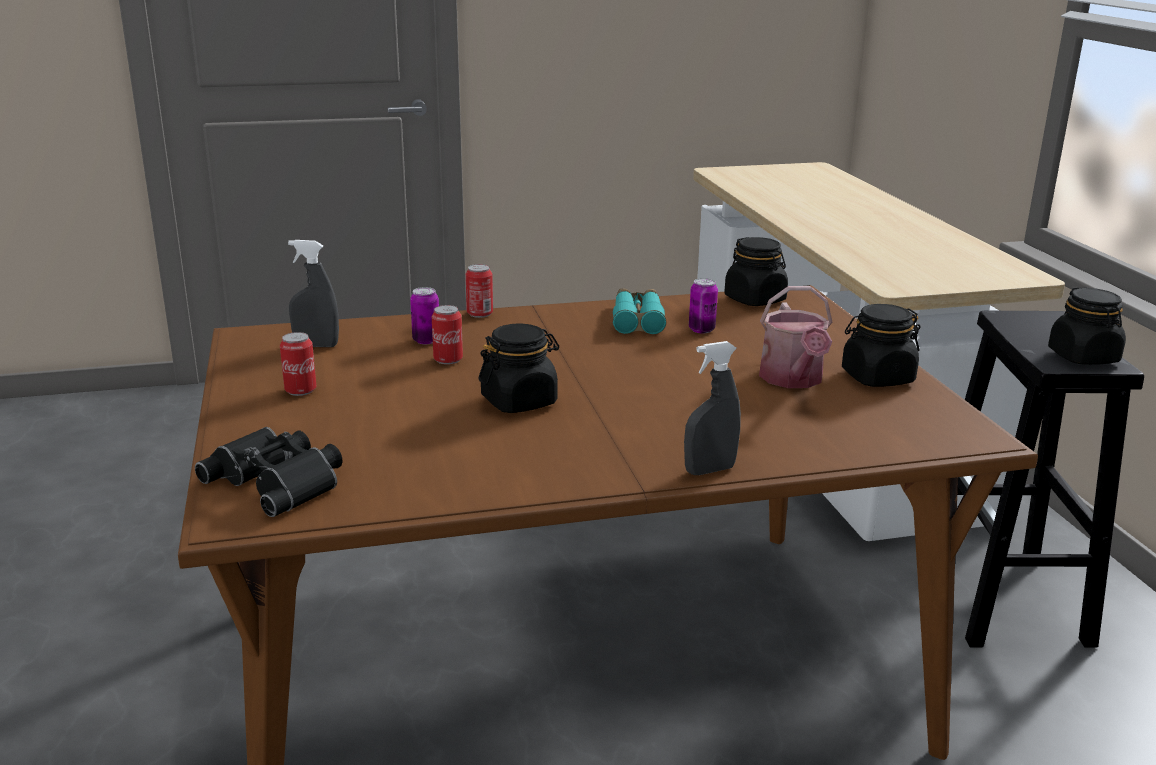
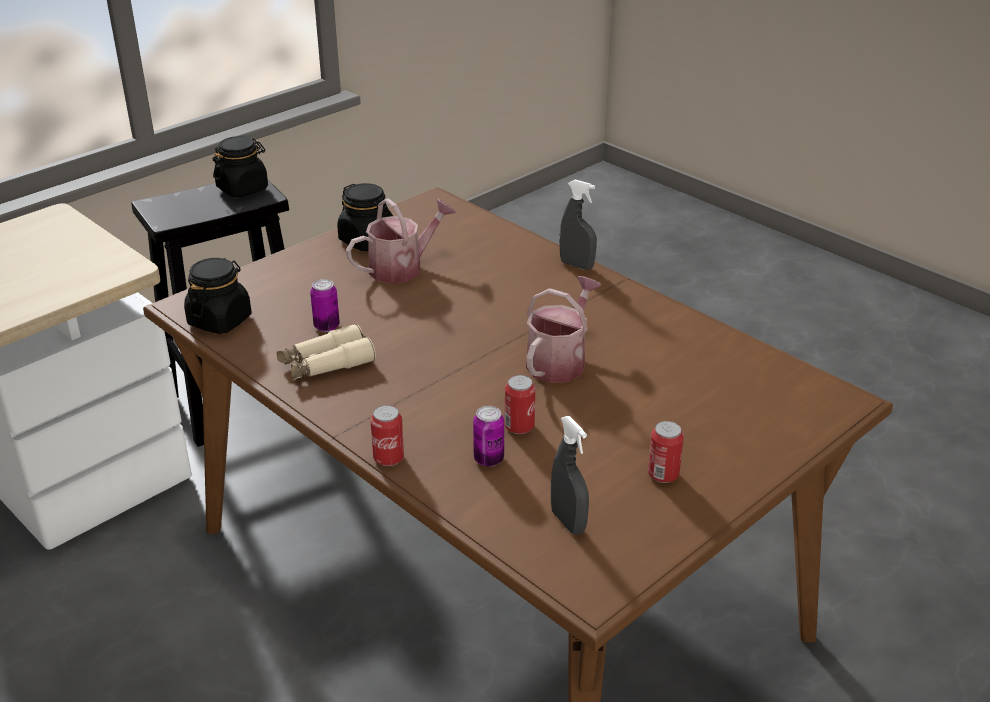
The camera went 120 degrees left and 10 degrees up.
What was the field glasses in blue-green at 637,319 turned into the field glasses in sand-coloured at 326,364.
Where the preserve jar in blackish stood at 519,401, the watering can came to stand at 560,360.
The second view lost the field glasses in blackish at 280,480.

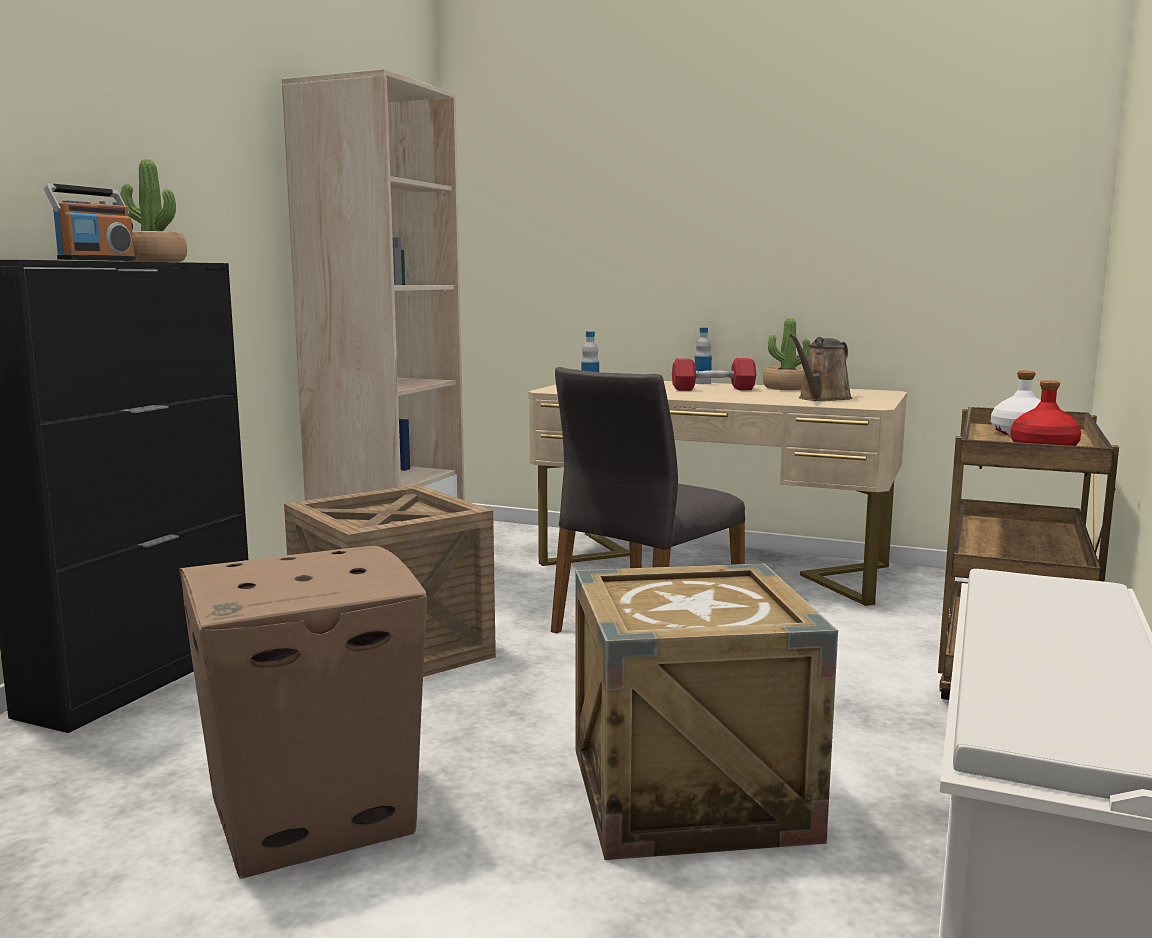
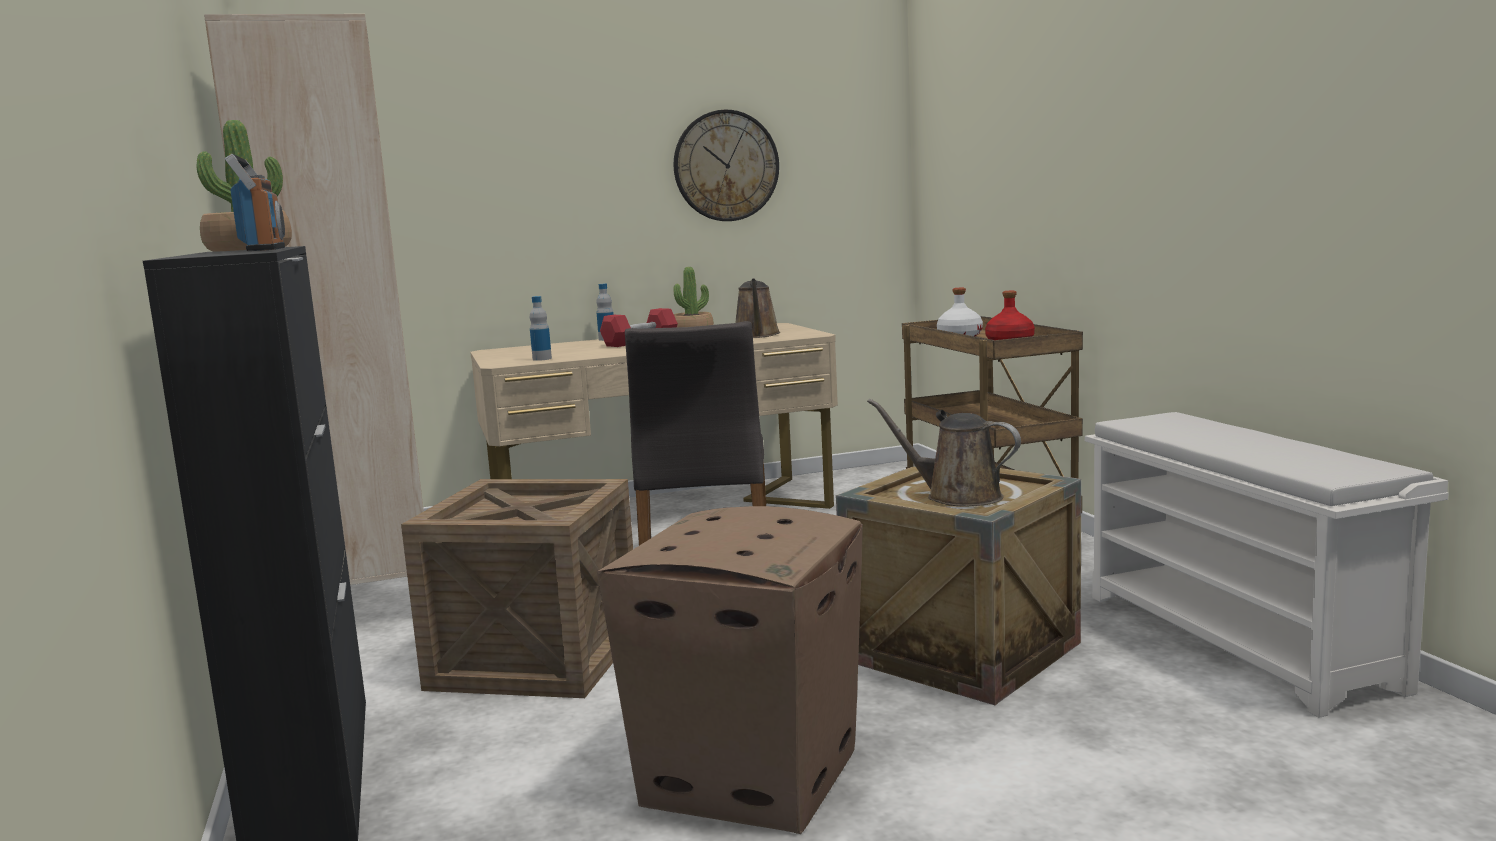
The camera went 40 degrees left and 0 degrees up.
The second view gained the wall clock at 726,166.
The second view gained the watering can in brown-coloured at 956,496.

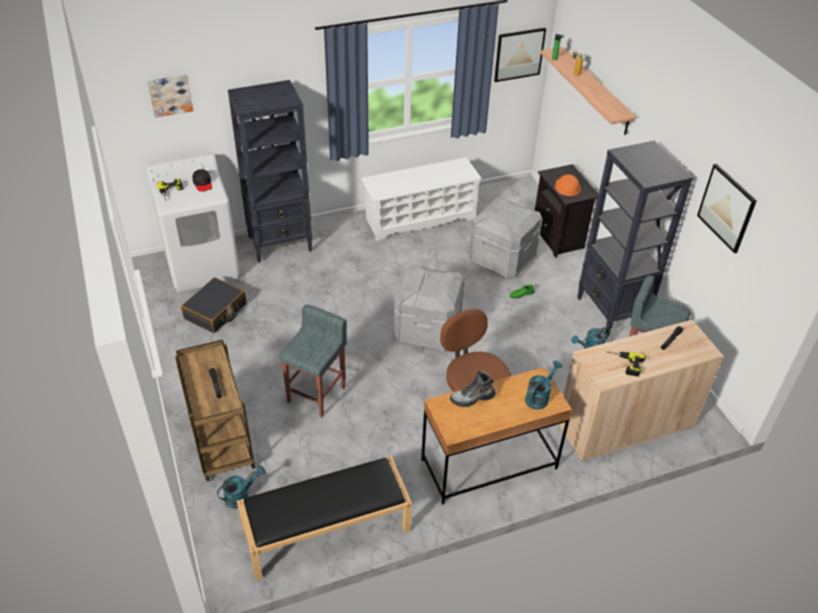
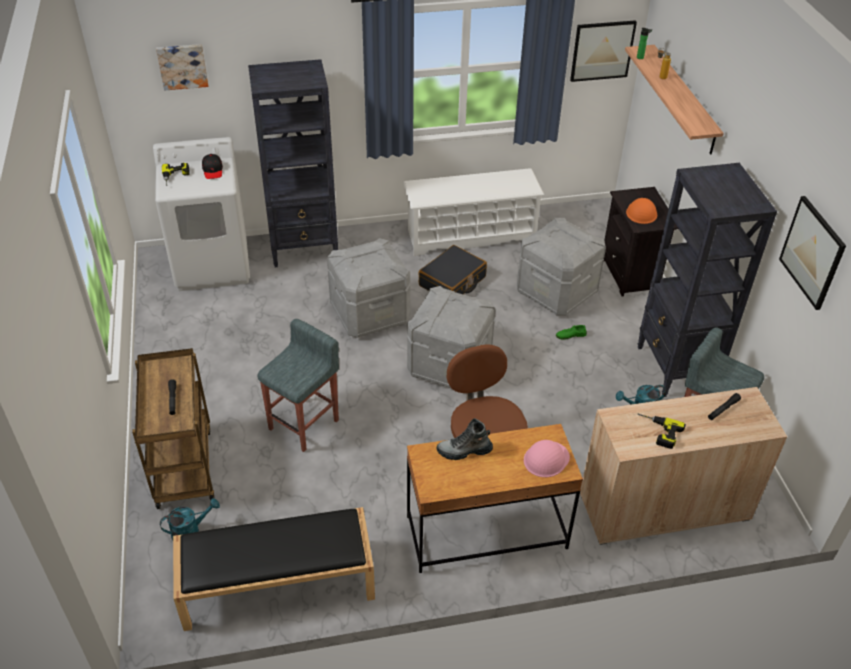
The camera went 10 degrees right and 0 degrees up.
The travel case in blackish ended up elsewhere, having gone from 215,312 to 452,281.
Where the watering can in blue-green stood at 539,397, the hard hat in pinkish came to stand at 546,459.
The second view gained the storage box in gray at 370,313.

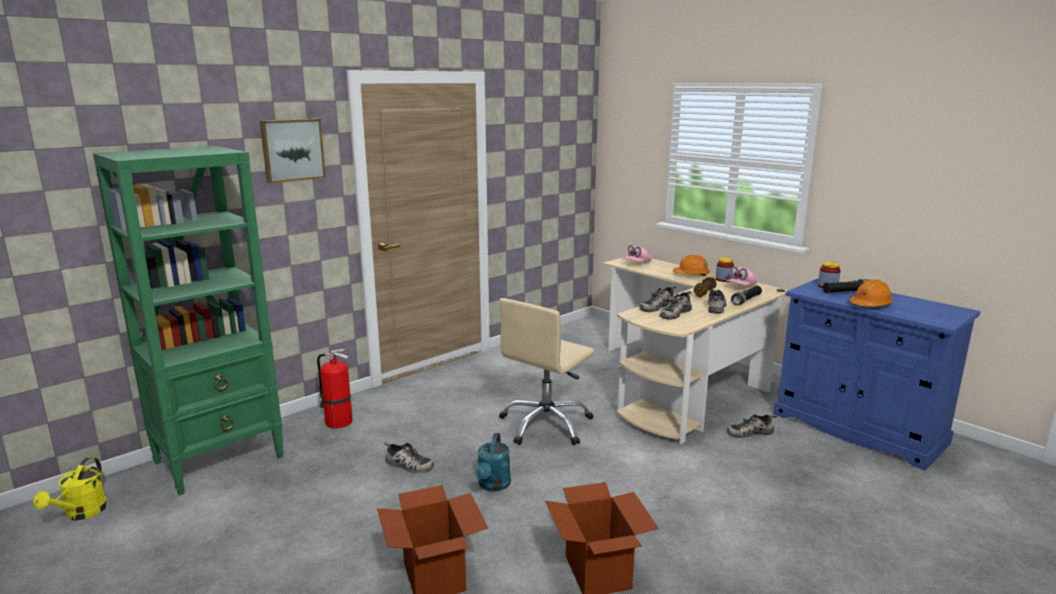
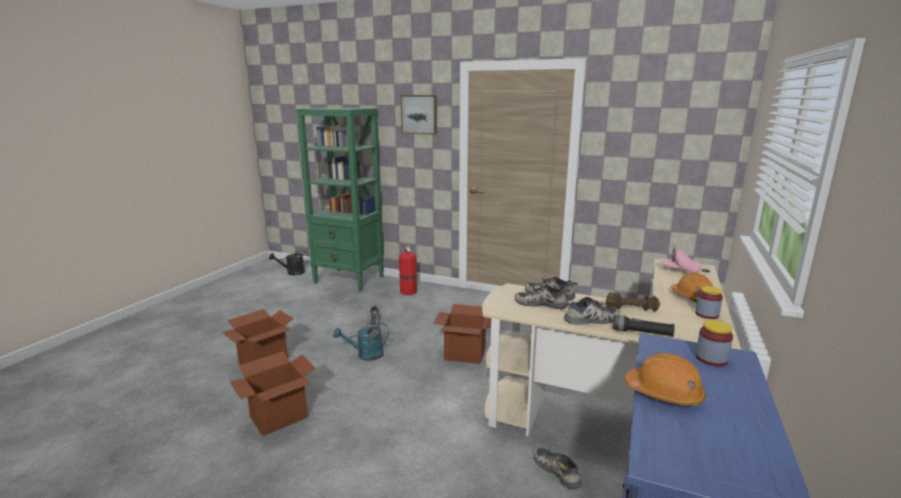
The camera went 65 degrees right and 0 degrees up.
The second view lost the peaked cap in pinkish at 741,287.
The second view lost the flashlight in blackish at 846,292.
Where the desk chair in sand-coloured stood at 546,425, the carton came to stand at 464,354.
What was the watering can in yellowish at 82,514 turned into the watering can in blackish at 292,273.

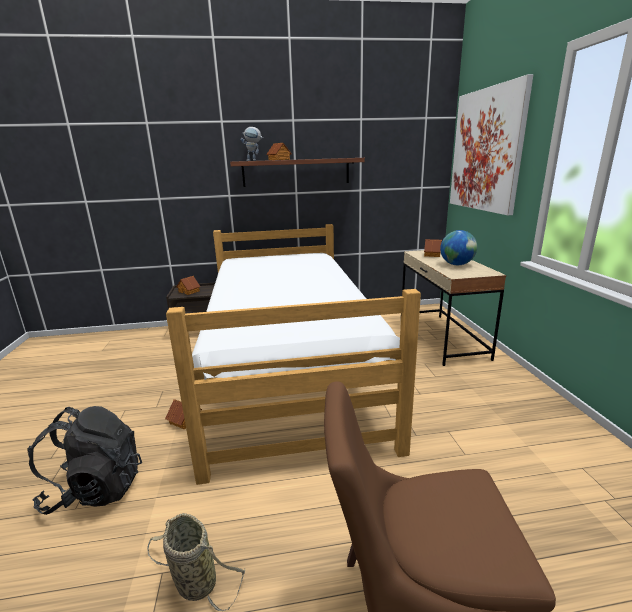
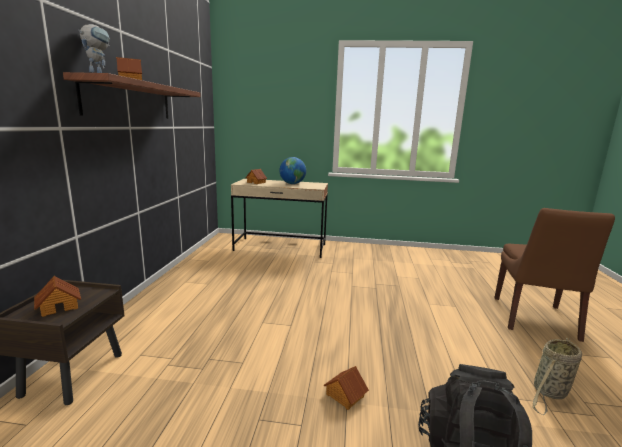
The camera went 75 degrees left and 5 degrees down.
The second view lost the wall art at 486,150.
The second view lost the sleeping bed at 289,368.

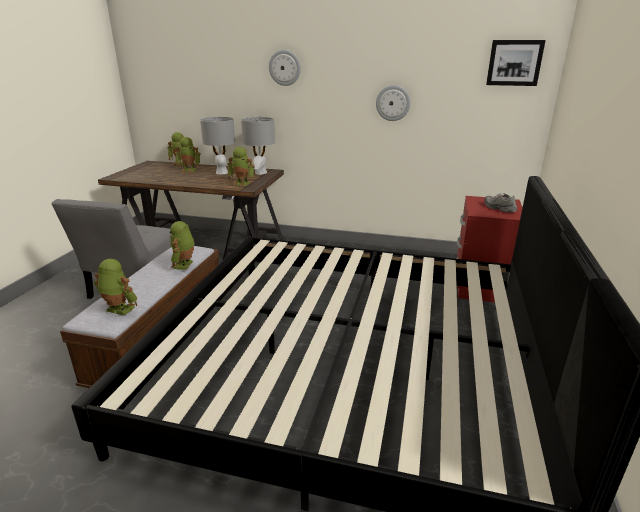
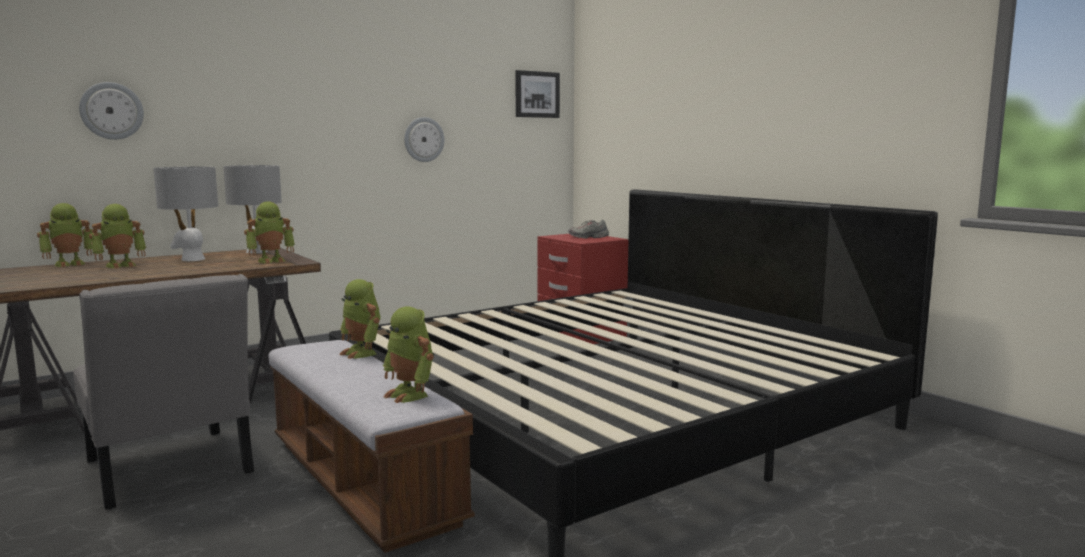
The camera went 50 degrees left and 15 degrees down.
The wall clock ended up elsewhere, having gone from 285,68 to 111,111.
The toy robot at 118,310 ended up facing another way, 105 degrees counterclockwise from before.

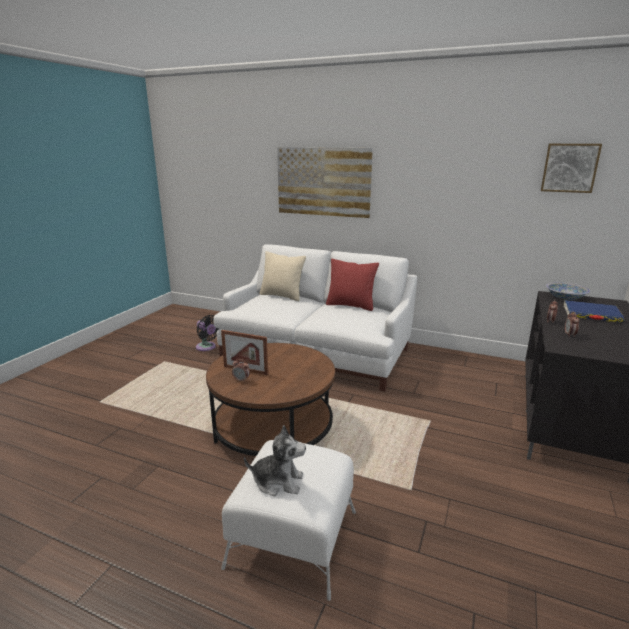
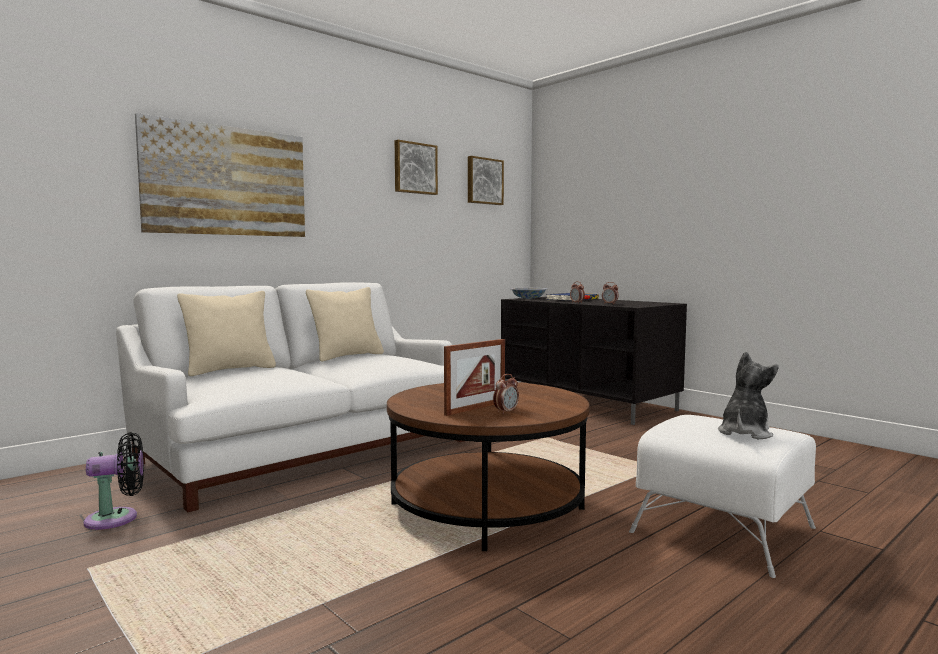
The camera went 65 degrees left and 15 degrees down.
What was the cushion in reddish at 351,305 turned into the cushion in sand-coloured at 347,356.
The second view gained the wall art at 414,168.

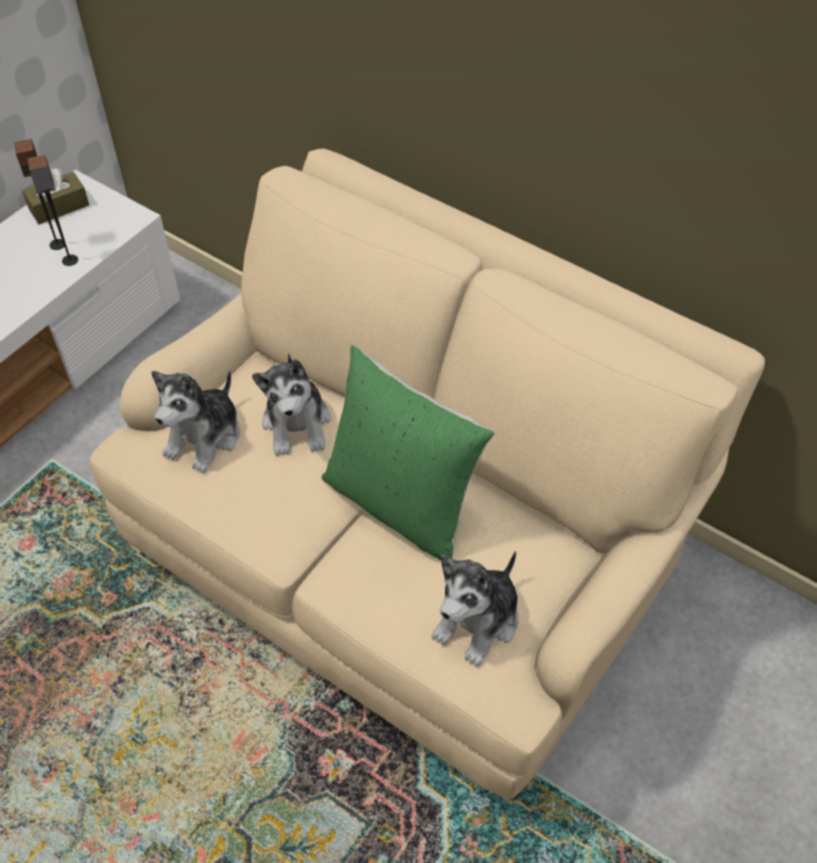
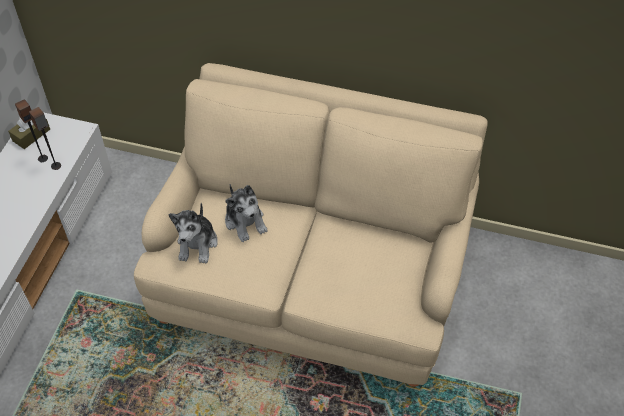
The camera went 20 degrees left and 0 degrees up.
The second view lost the cushion in green at 402,503.
The second view lost the cuddly toy at 478,621.

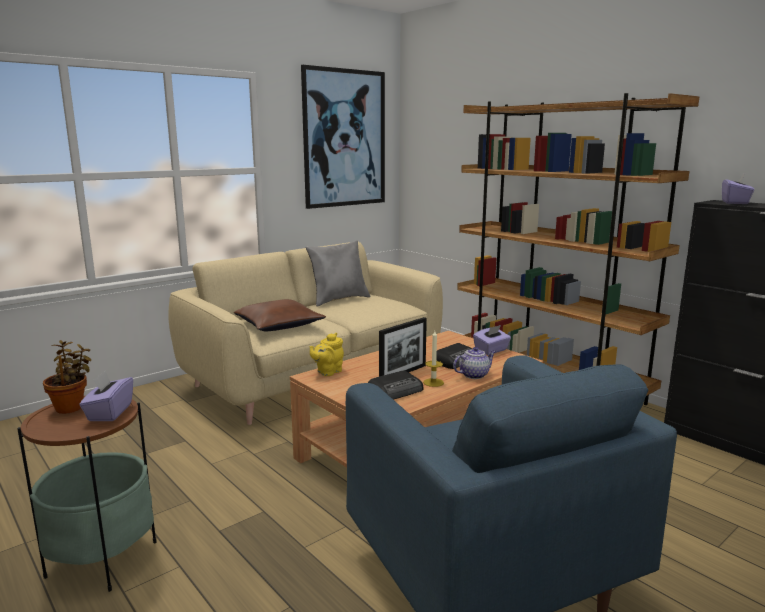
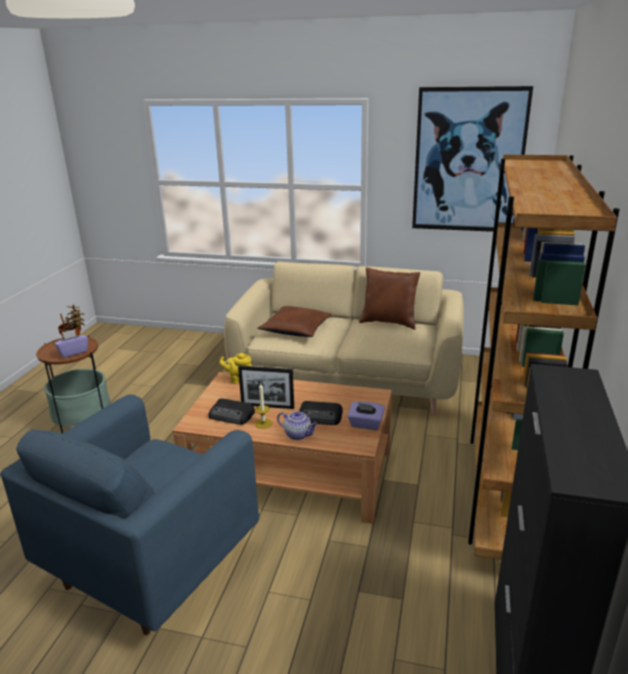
The camera went 55 degrees right and 10 degrees up.
The second view lost the tissue holder in purplish at 735,203.
What was the cushion in gray at 339,299 turned into the cushion in brown-coloured at 389,322.

